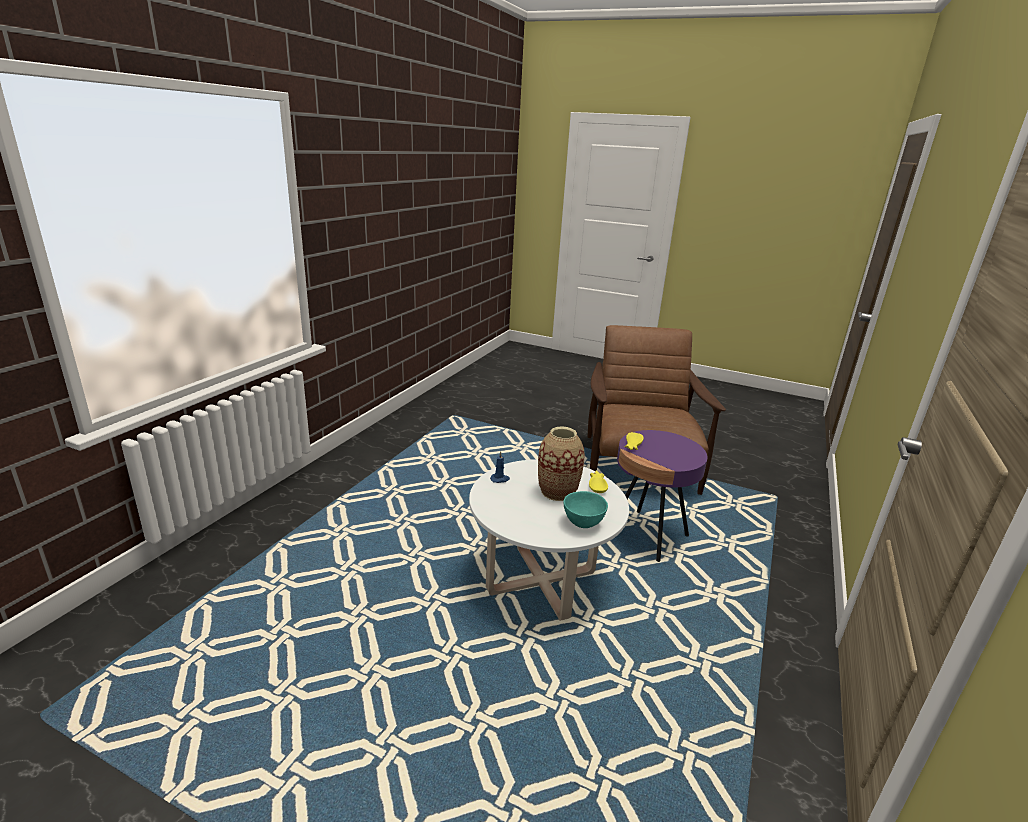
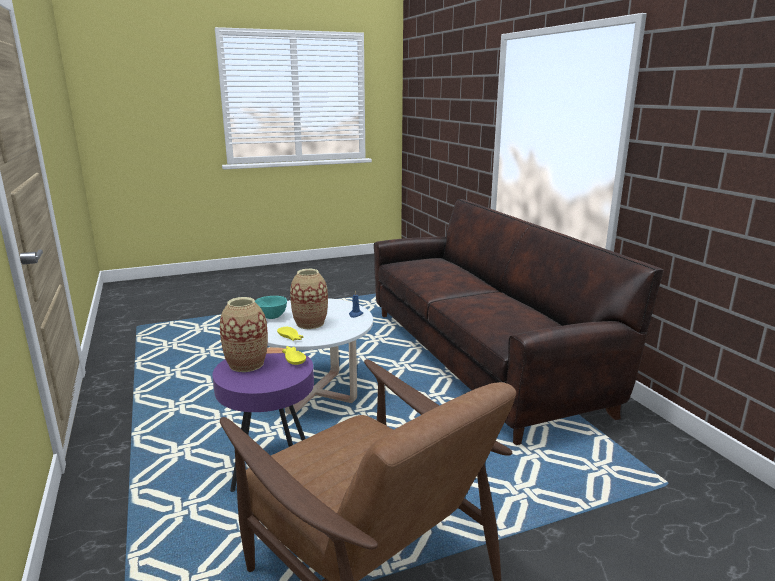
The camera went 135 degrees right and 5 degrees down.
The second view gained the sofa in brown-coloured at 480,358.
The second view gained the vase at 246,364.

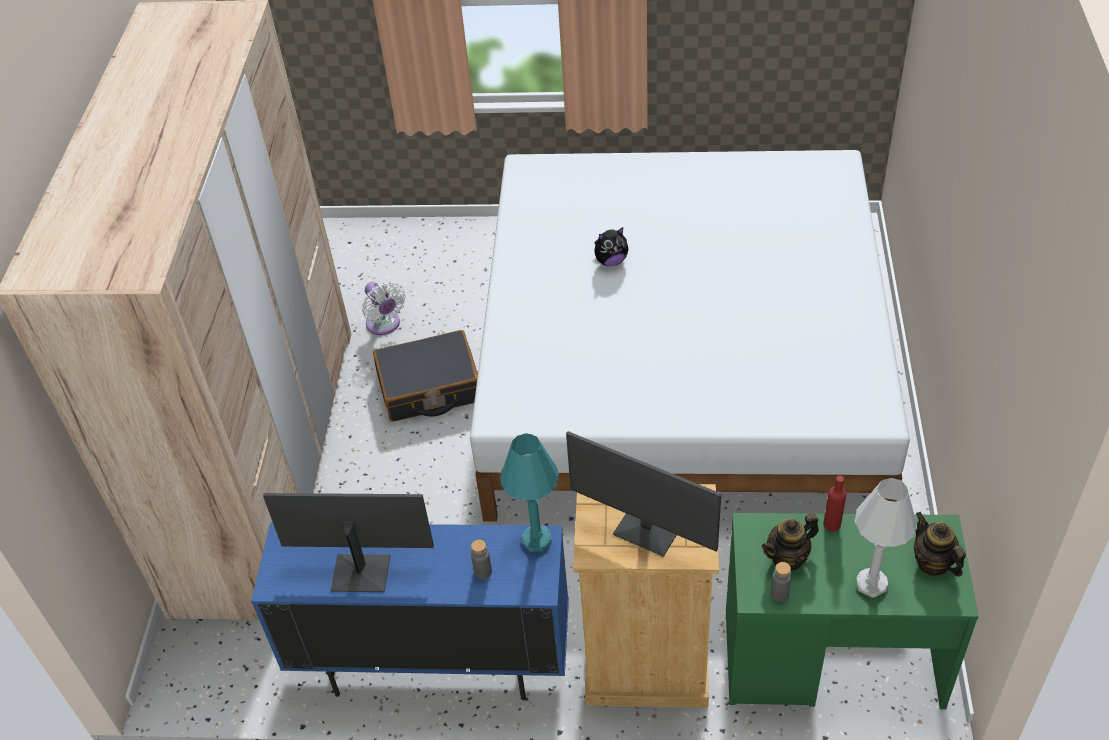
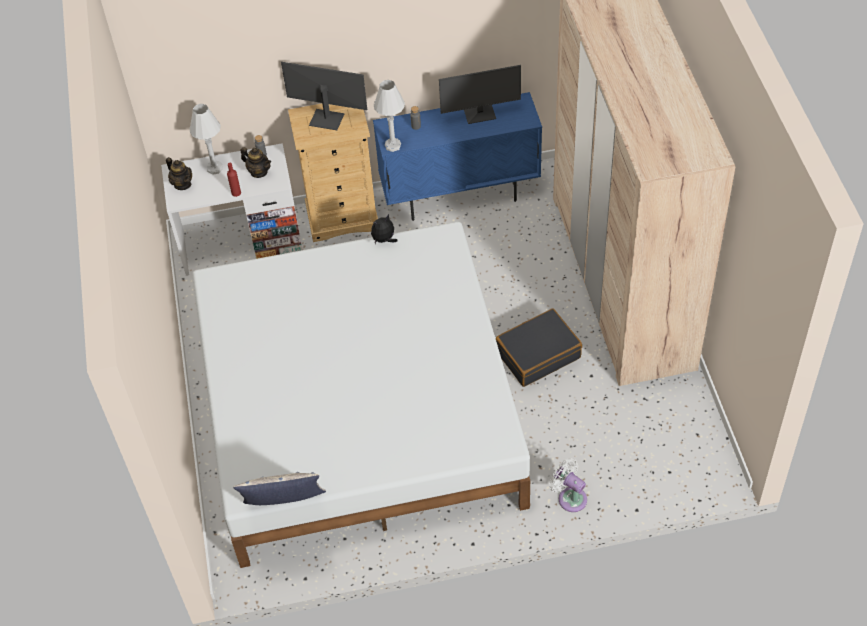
The camera went 165 degrees right and 5 degrees up.
The cuddly toy ended up elsewhere, having gone from 611,261 to 384,240.
The fan in whitish ended up elsewhere, having gone from 384,325 to 570,497.
What was the lamp for a table in blue-green at 536,540 turned into the lamp for a table in whitish at 393,145.
What was the desk in green at 831,658 turned into the desk in whitish at 241,241.
The tea pot at 788,558 ended up facing another way, 75 degrees clockwise from before.
The second view gained the cushion at 285,508.

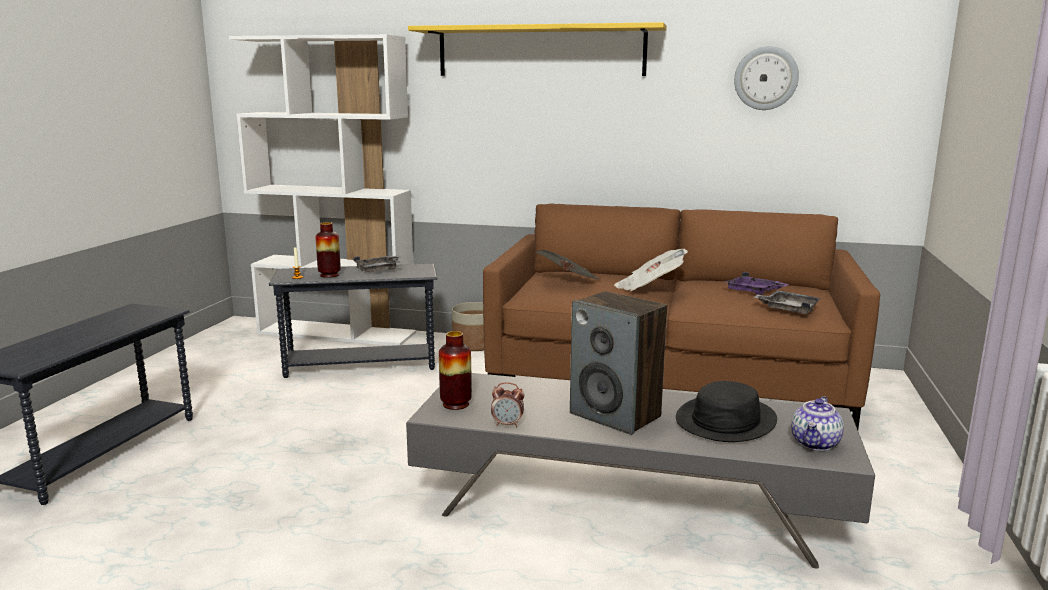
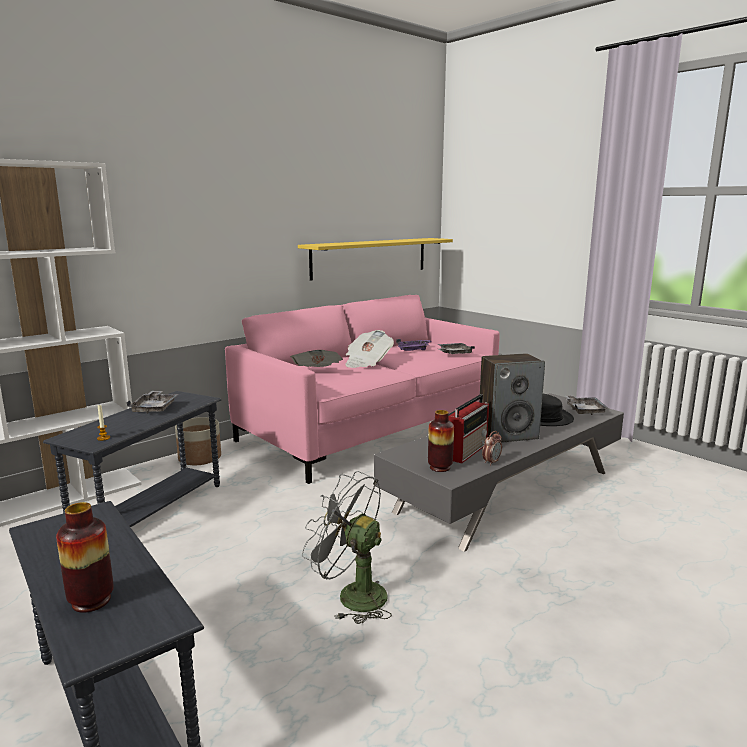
The camera went 55 degrees left and 0 degrees up.
The wall shelf in yellowish ended up elsewhere, having gone from 540,51 to 370,257.
The second view lost the wall clock at 766,78.
What was the sofa in brown-coloured at 668,383 turned into the sofa in pinkish at 370,429.
The vase ended up elsewhere, having gone from 329,275 to 91,601.
Where the tea pot stood at 815,443, the serving tray in gray came to stand at 584,410.
The second view gained the radio receiver at 467,451.
The second view gained the fan in gray at 352,595.

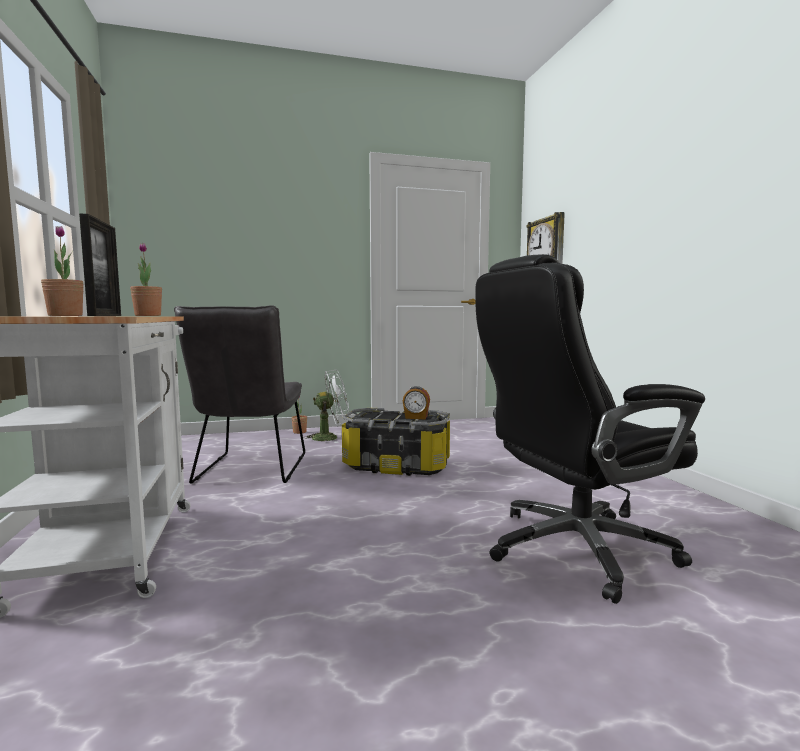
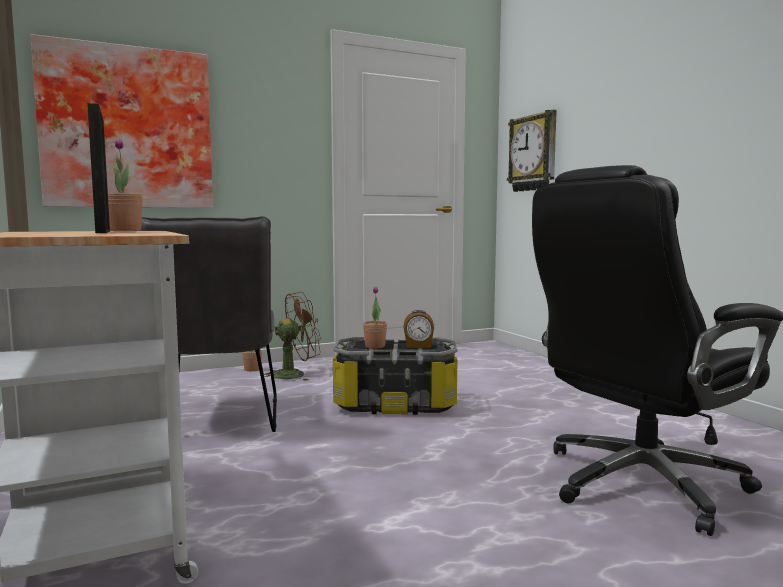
The camera went 10 degrees left and 0 degrees up.
The houseplant ended up elsewhere, having gone from 65,315 to 375,346.
What was the fan in whitish at 330,437 turned into the fan in brown-coloured at 295,374.
The second view gained the wall art at 128,128.

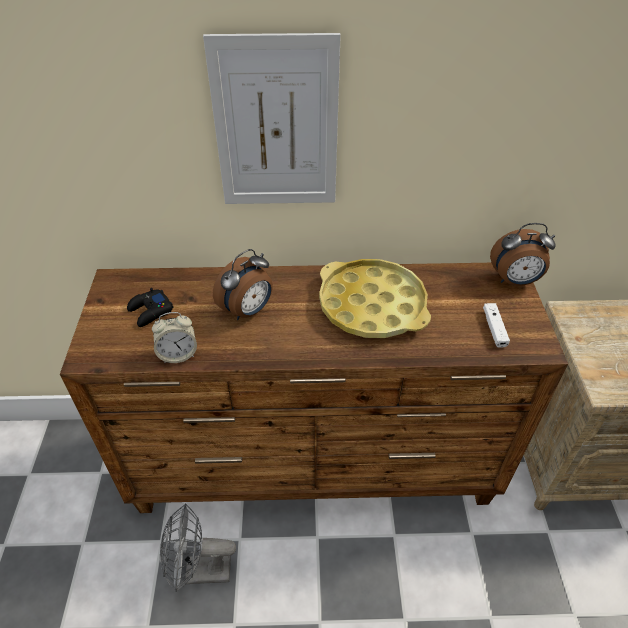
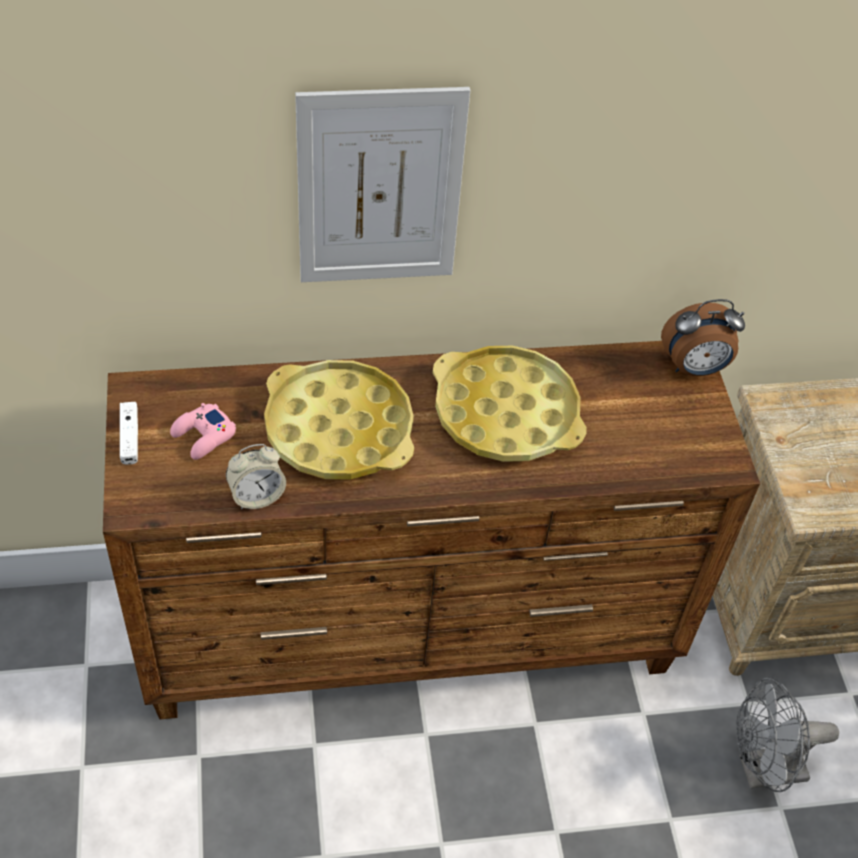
The camera went 10 degrees left and 5 degrees up.
Where the table clock stood at 248,311, the serving tray in yellowish came to stand at 339,429.
What was the joypad in blackish at 150,311 turned into the joypad in pinkish at 203,436.
The joypad in whitish ended up elsewhere, having gone from 494,328 to 129,437.
The fan in gray ended up elsewhere, having gone from 200,571 to 762,771.

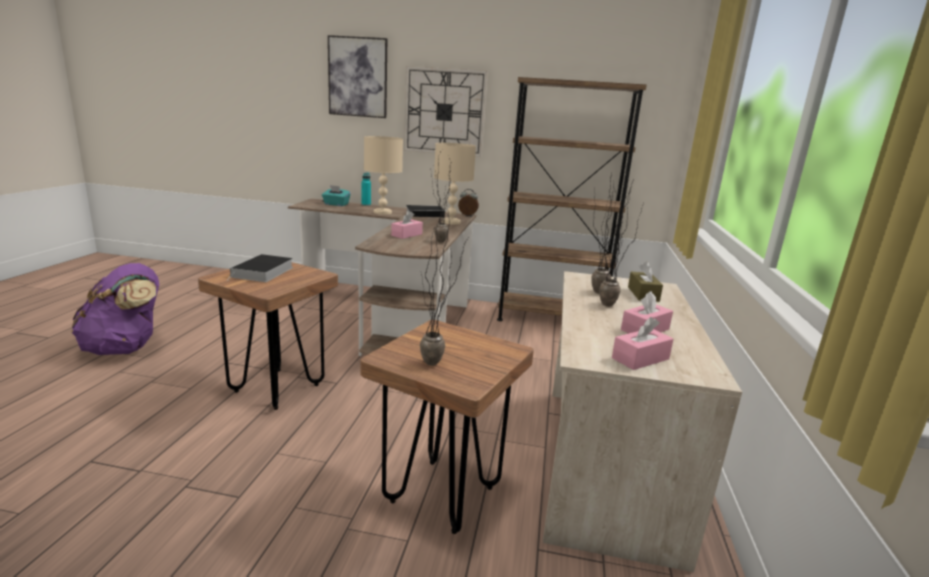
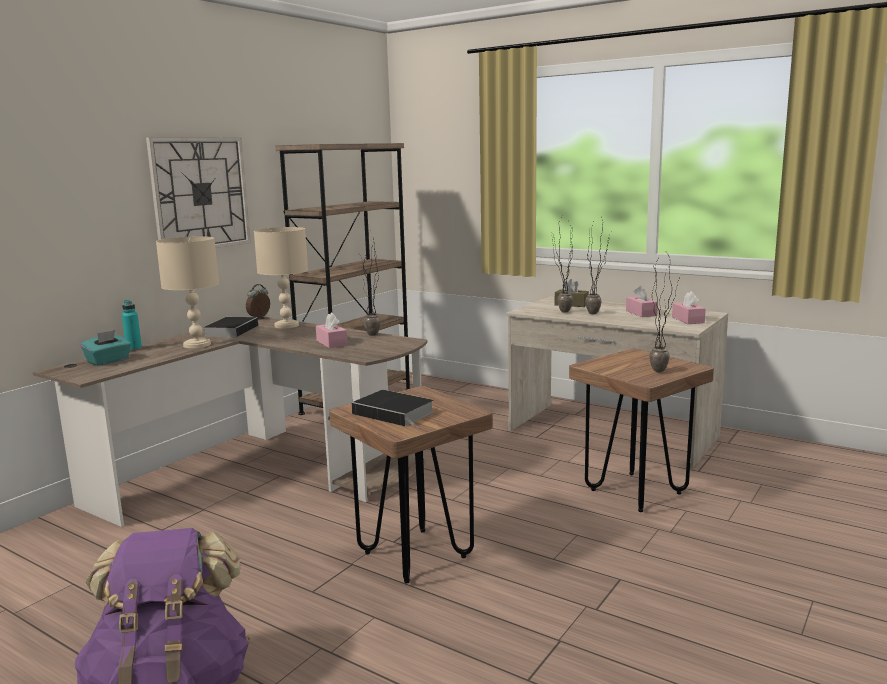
The camera went 65 degrees left and 5 degrees down.
The second view lost the wall art at 358,77.

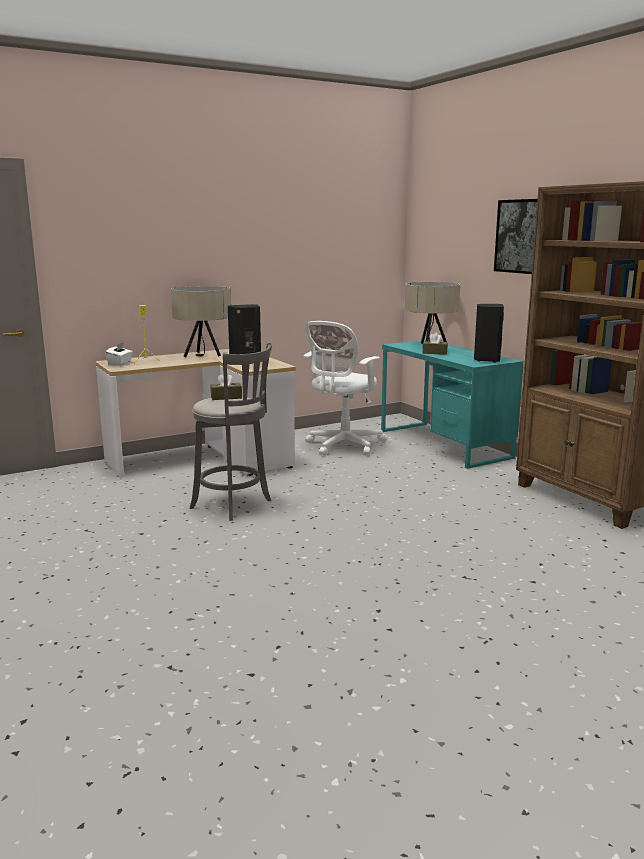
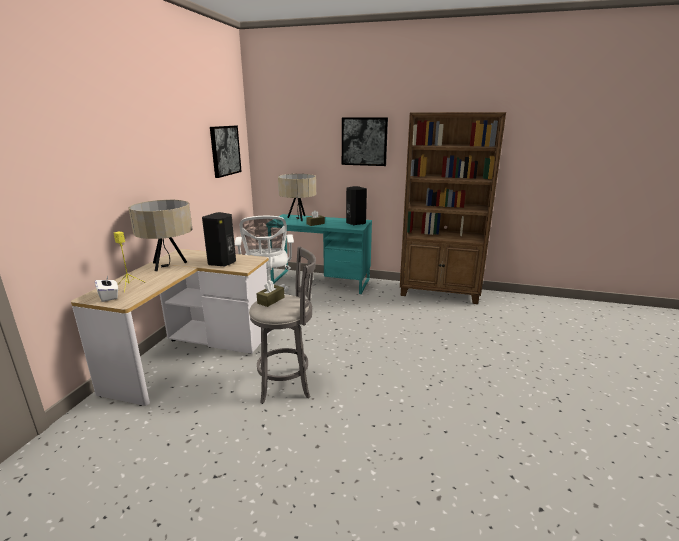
The camera went 45 degrees left and 5 degrees up.
The second view gained the wall art at 225,150.

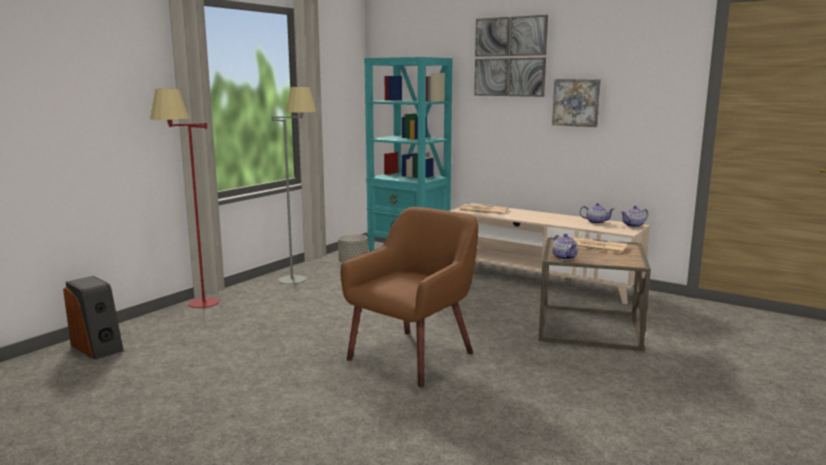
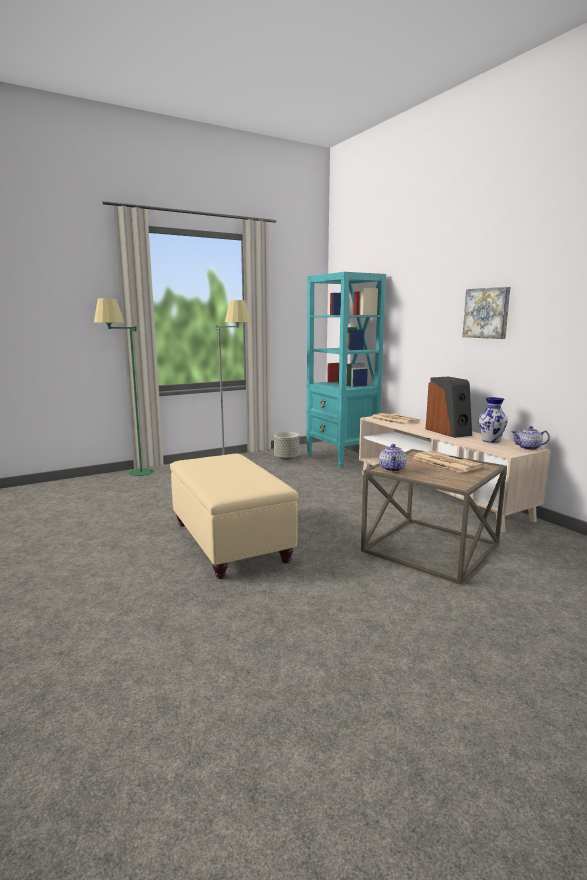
The camera went 25 degrees right and 0 degrees up.
The second view lost the wall art at 510,57.
What was the floor lamp in reddish at 195,307 turned into the floor lamp in green at 131,474.
Where the tea pot stood at 596,222, the vase came to stand at 490,440.
Where the lounge chair in brown-coloured stood at 413,356, the pouffe in sand-coloured came to stand at 230,542.
The speaker ended up elsewhere, having gone from 98,347 to 448,432.

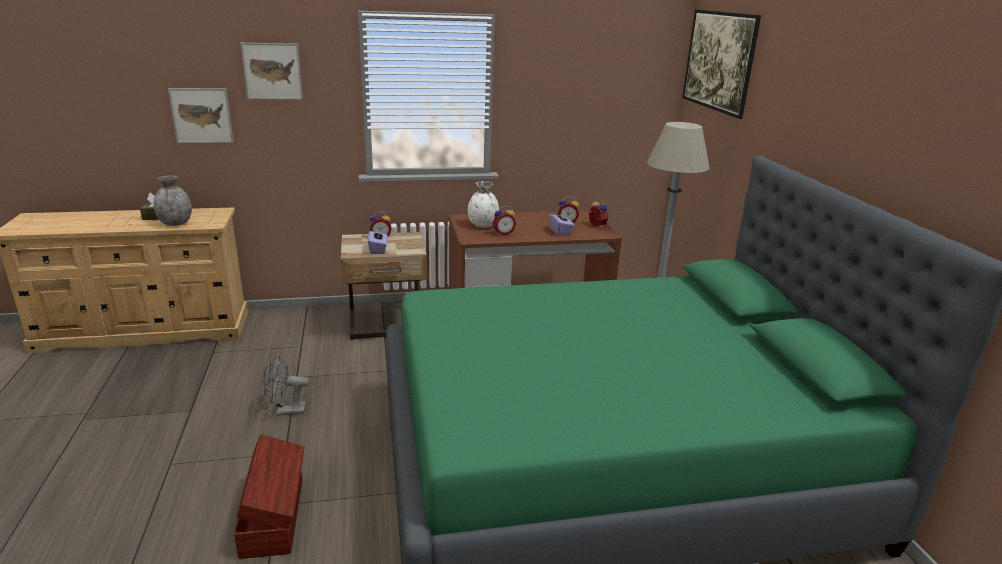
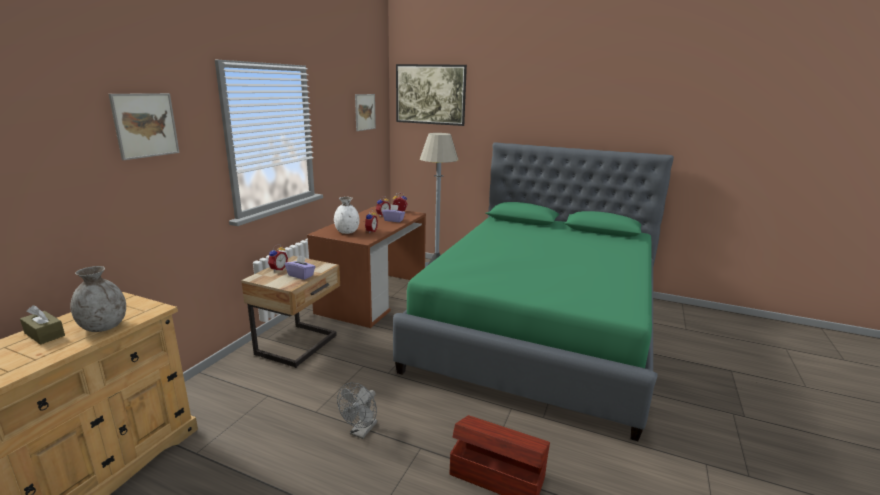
The camera went 55 degrees left and 5 degrees down.
The wall art ended up elsewhere, having gone from 201,115 to 365,112.

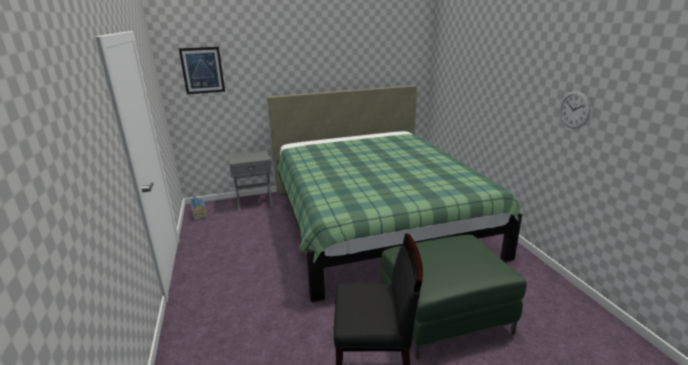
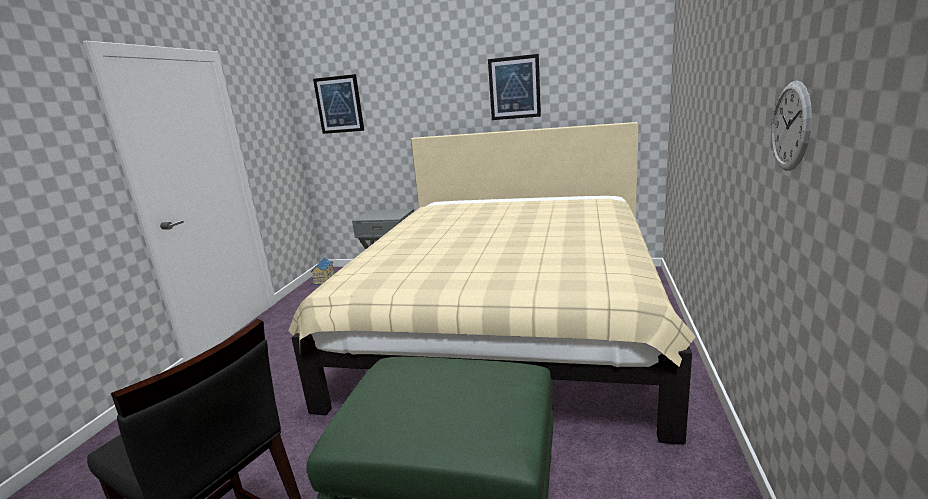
The camera went 30 degrees right and 5 degrees down.
What was the sleeping bed in green at 374,221 turned into the sleeping bed in sand-coloured at 507,324.
The second view gained the wall art at 514,88.

